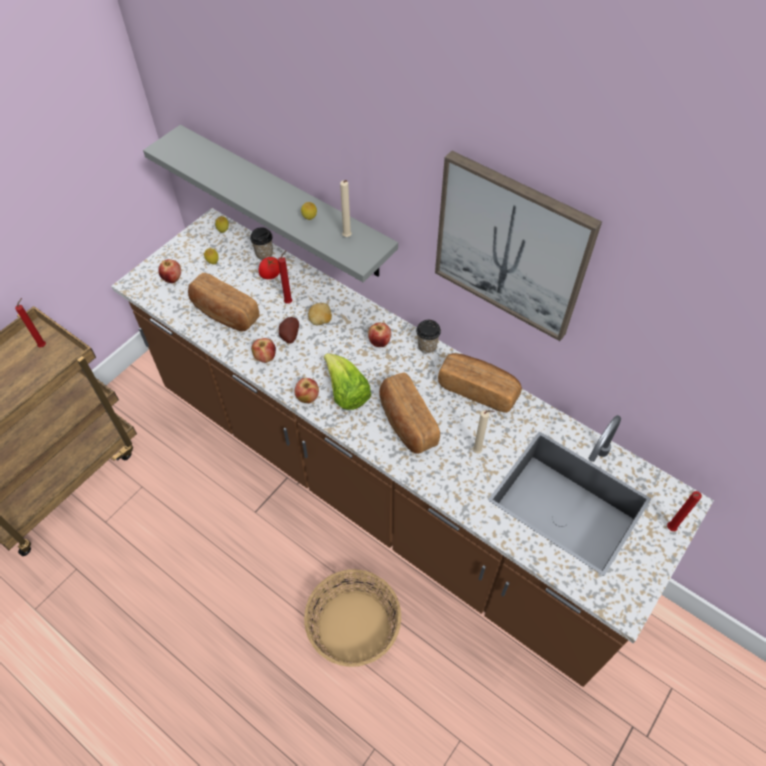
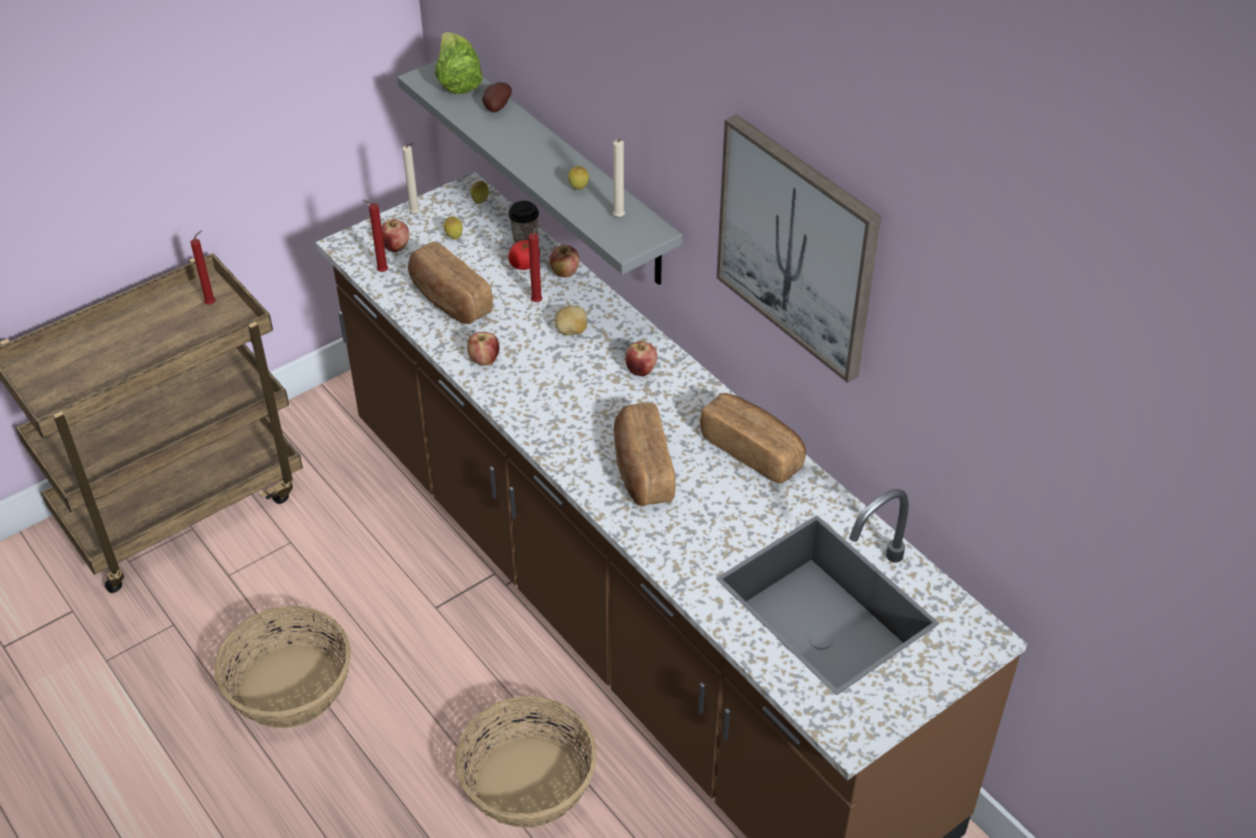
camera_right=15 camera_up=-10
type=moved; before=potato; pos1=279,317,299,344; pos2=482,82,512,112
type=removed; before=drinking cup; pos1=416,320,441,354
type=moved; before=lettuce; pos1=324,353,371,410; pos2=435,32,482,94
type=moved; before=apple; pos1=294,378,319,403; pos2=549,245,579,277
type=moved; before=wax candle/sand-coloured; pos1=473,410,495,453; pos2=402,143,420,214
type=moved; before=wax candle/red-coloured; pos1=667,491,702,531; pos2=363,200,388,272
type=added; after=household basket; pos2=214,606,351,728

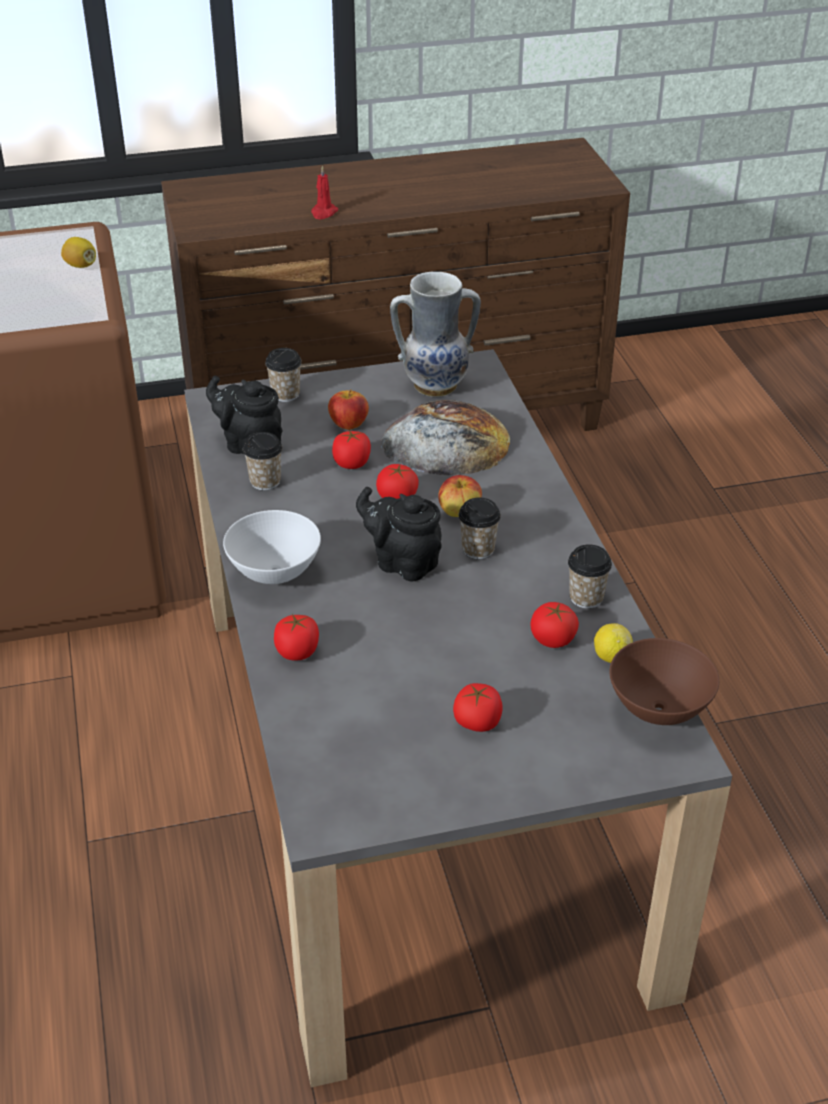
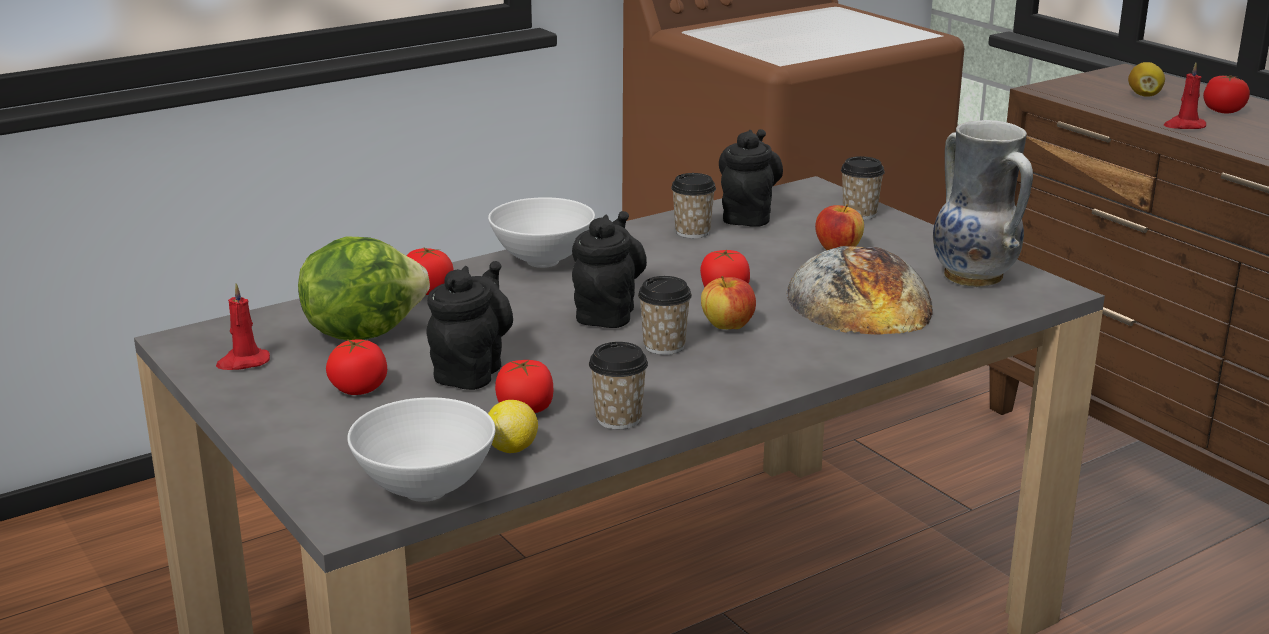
camera_right=70 camera_up=-15
type=moved; before=whole lemon; pos1=61,237,96,268; pos2=1128,62,1165,97
type=moved; before=tomato; pos1=332,430,371,469; pos2=1203,75,1250,114
type=recoloured; before=deep dish/brown-coloured; after=deep dish/white-coloured; pos1=610,638,719,725; pos2=347,397,495,502
type=added; after=lettuce; pos2=298,236,430,340
type=added; after=tea pot/blackish; pos2=426,261,513,390
type=added; after=wax candle/red-coloured; pos2=216,283,270,370

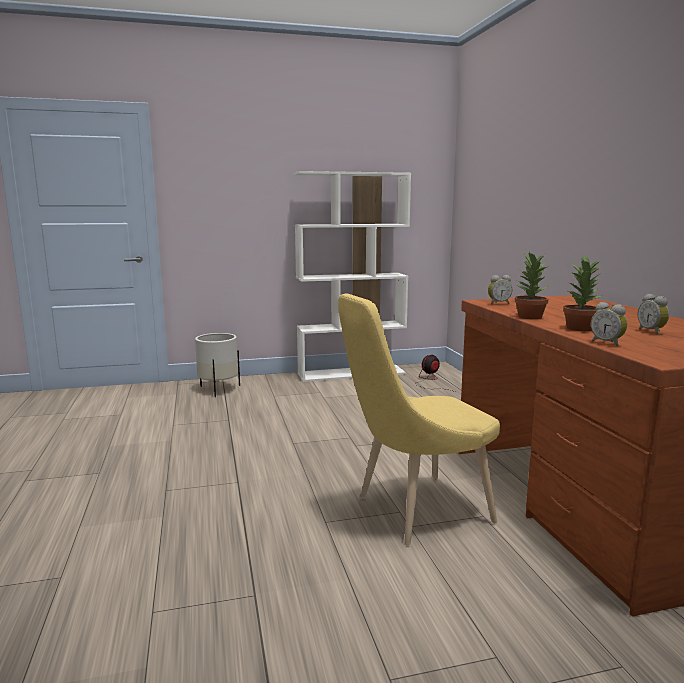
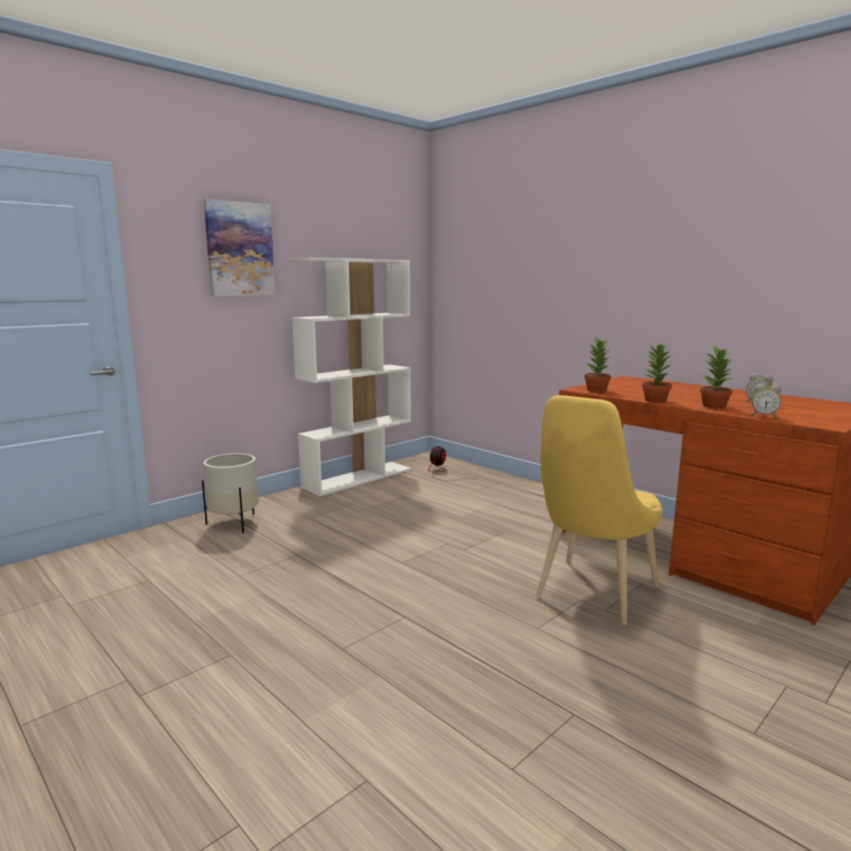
camera_right=-30 camera_up=0
type=replaced; before=bedside clock; after=plant in a pot; pos1=488,275,512,304; pos2=584,337,611,392
type=added; after=wall art; pos2=204,199,275,296

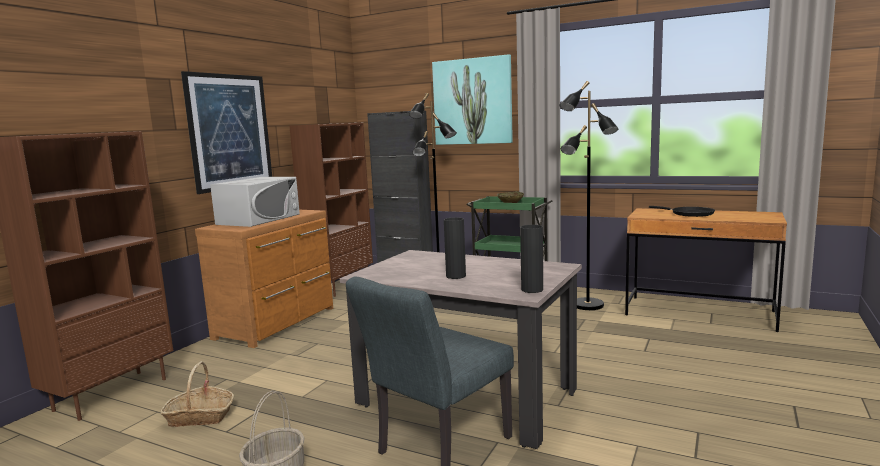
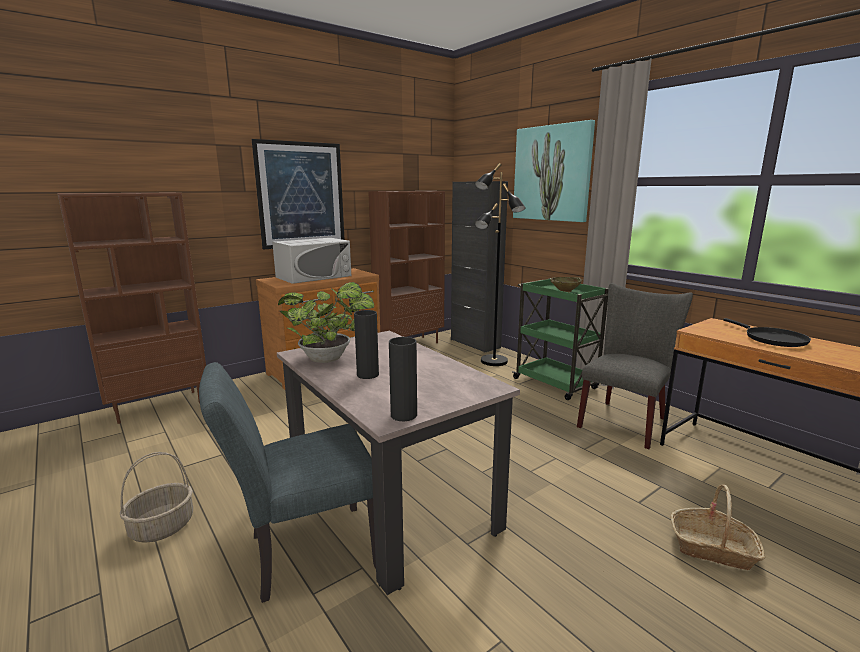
camera_right=25 camera_up=5
type=replaced; before=floor lamp/blackish; after=plain chair/gray; pos1=559,81,618,310; pos2=577,283,693,449
type=moved; before=household basket; pos1=160,361,234,427; pos2=671,484,766,570
type=added; after=plant in a pot; pos2=278,282,374,363

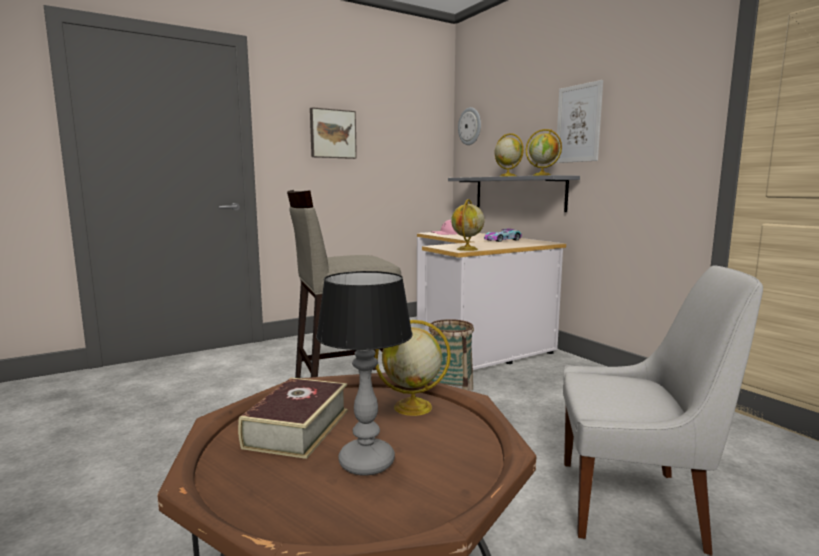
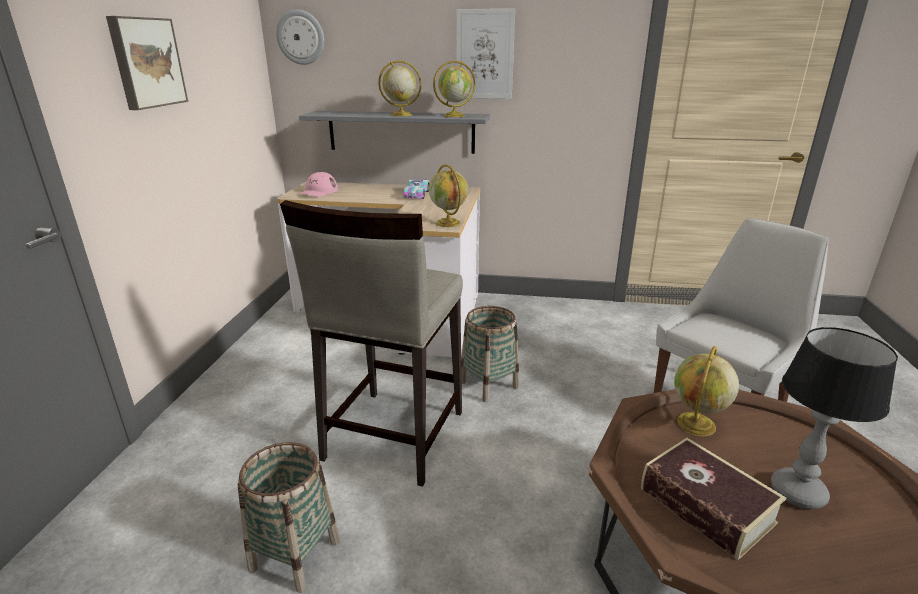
camera_right=-50 camera_up=15
type=added; after=household basket; pos2=237,442,340,593

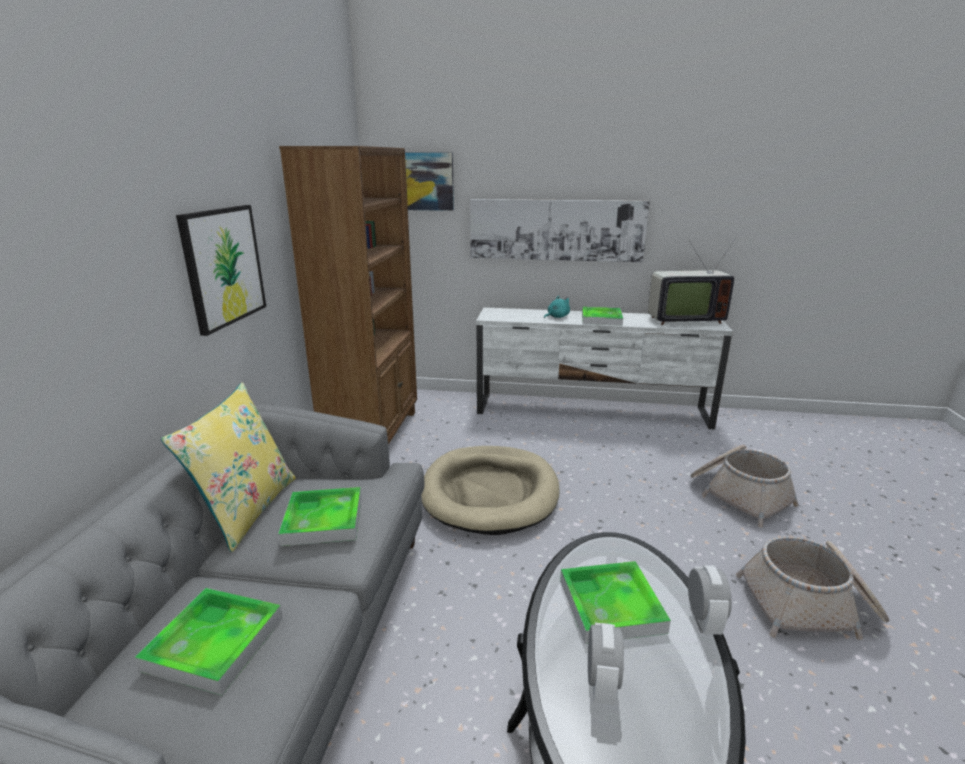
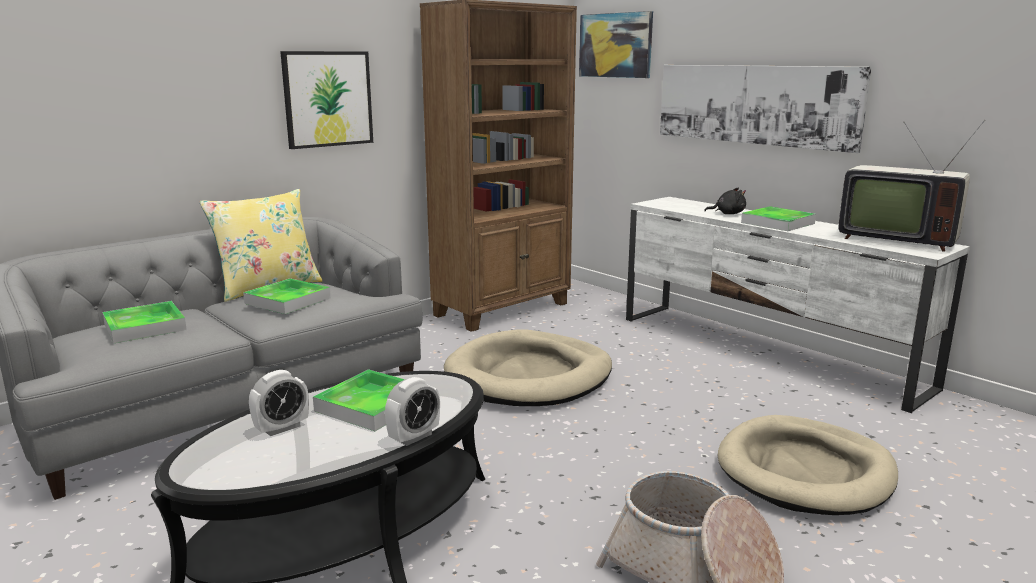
camera_right=40 camera_up=-5
type=recoloured; before=cuddly toy/blue-green; after=cuddly toy/blackish; pos1=544,296,570,318; pos2=704,187,746,214
type=replaced; before=household basket; after=pet bed/sand-coloured; pos1=690,445,799,528; pos2=718,415,898,515

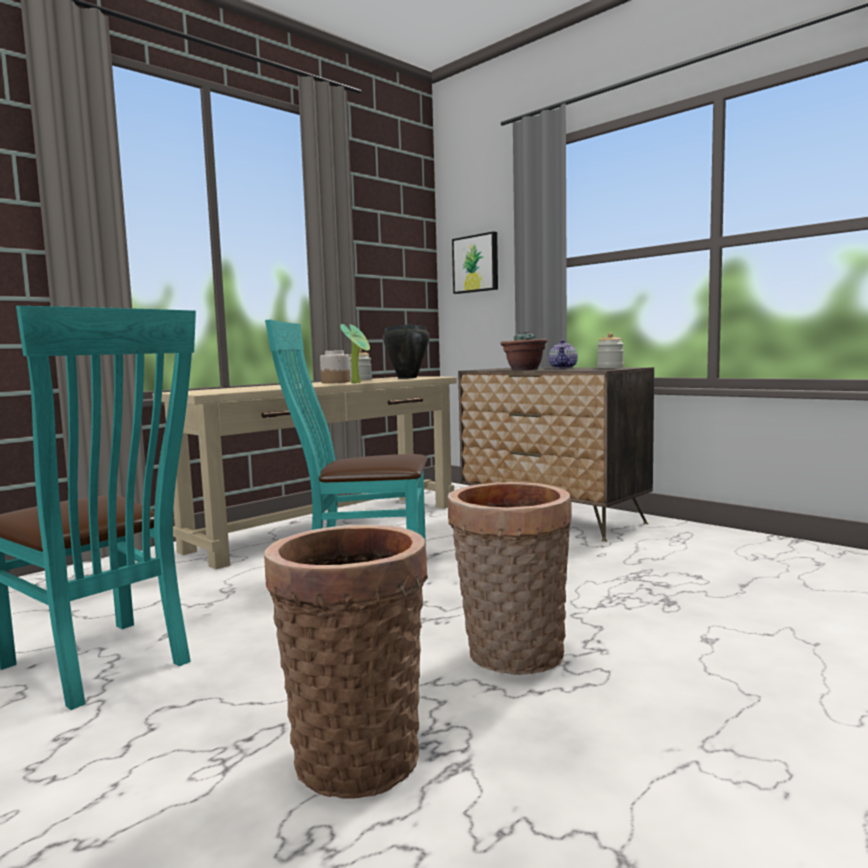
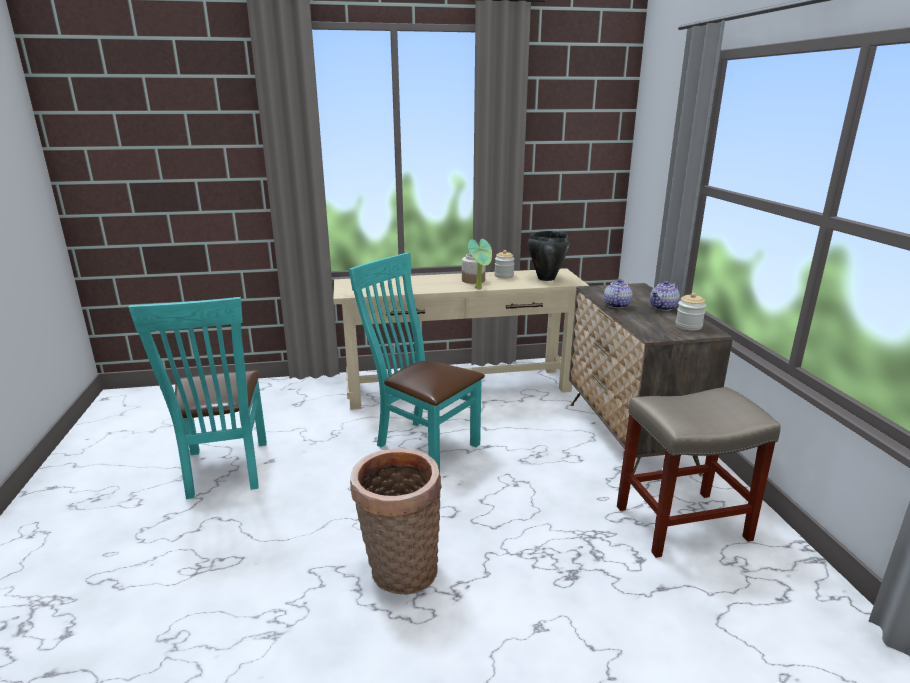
camera_right=35 camera_up=15
type=removed; before=wall art; pos1=452,231,498,294
type=replaced; before=plant in a pot; after=tea pot; pos1=500,331,548,370; pos2=604,279,632,308
type=removed; before=household basket; pos1=264,525,428,799
type=added; after=stool/sand-coloured; pos2=617,387,780,558

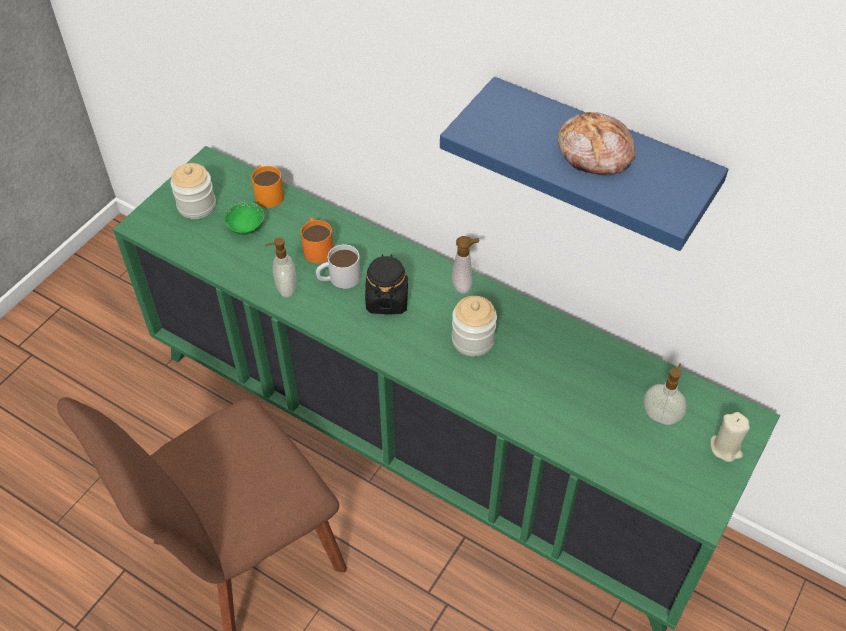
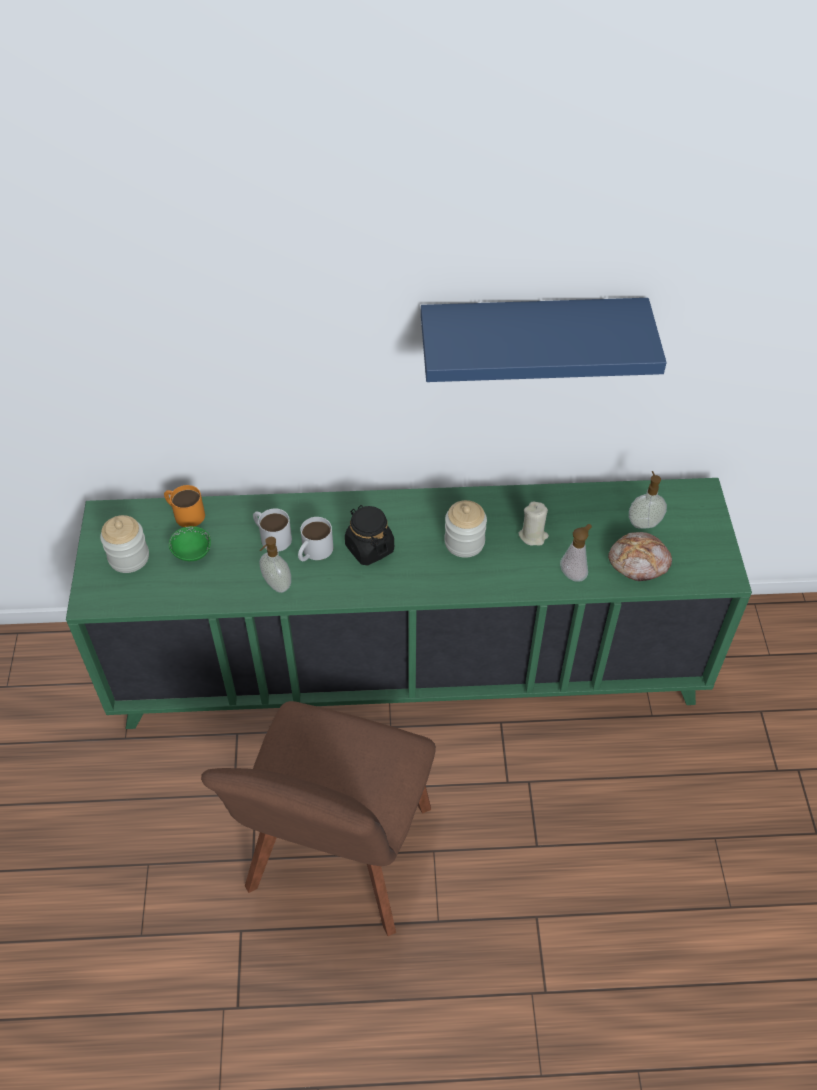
camera_right=-35 camera_up=0
type=moved; before=bread; pos1=558,112,635,175; pos2=608,532,672,581
type=recoloured; before=coffee mug/orange-coloured; after=coffee mug/white-coloured; pos1=301,218,333,263; pos2=253,508,292,552
type=moved; before=liquid soap bottle; pos1=452,236,480,294; pos2=560,524,592,582
type=moved; before=wax candle/sand-coloured; pos1=711,412,750,462; pos2=518,502,549,545

